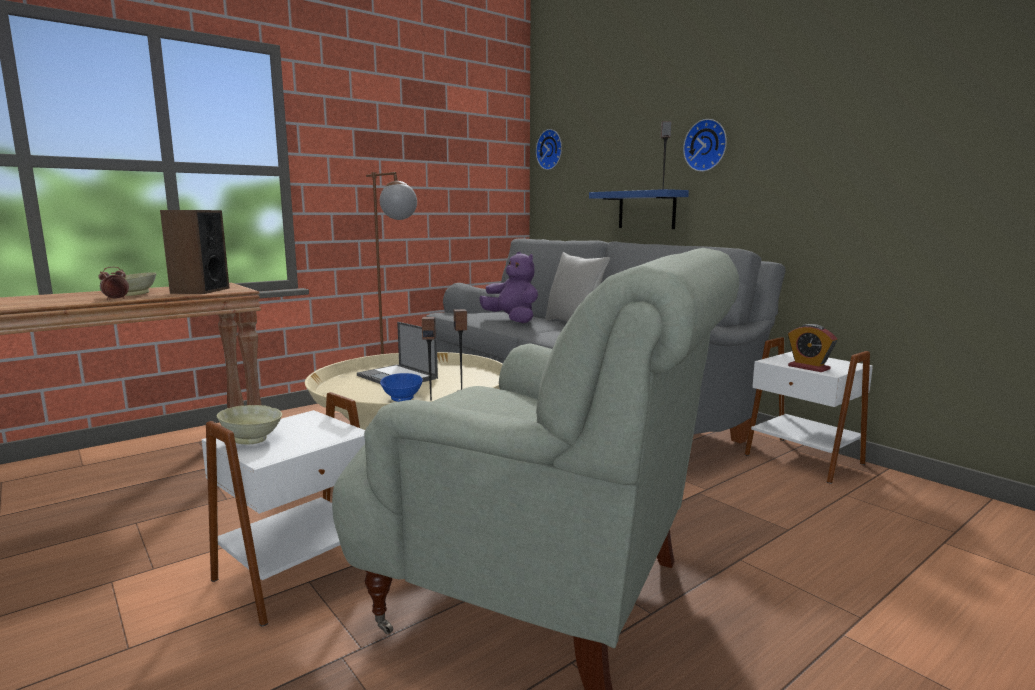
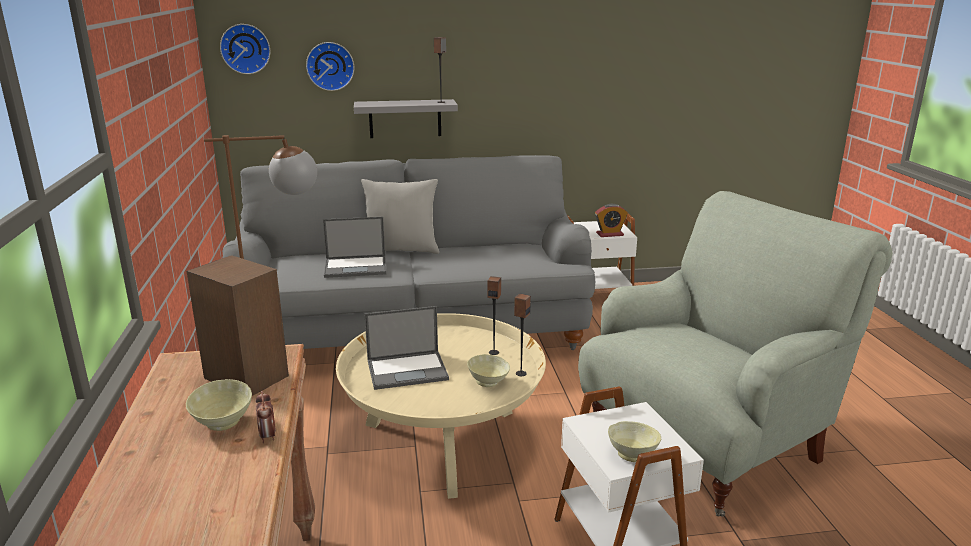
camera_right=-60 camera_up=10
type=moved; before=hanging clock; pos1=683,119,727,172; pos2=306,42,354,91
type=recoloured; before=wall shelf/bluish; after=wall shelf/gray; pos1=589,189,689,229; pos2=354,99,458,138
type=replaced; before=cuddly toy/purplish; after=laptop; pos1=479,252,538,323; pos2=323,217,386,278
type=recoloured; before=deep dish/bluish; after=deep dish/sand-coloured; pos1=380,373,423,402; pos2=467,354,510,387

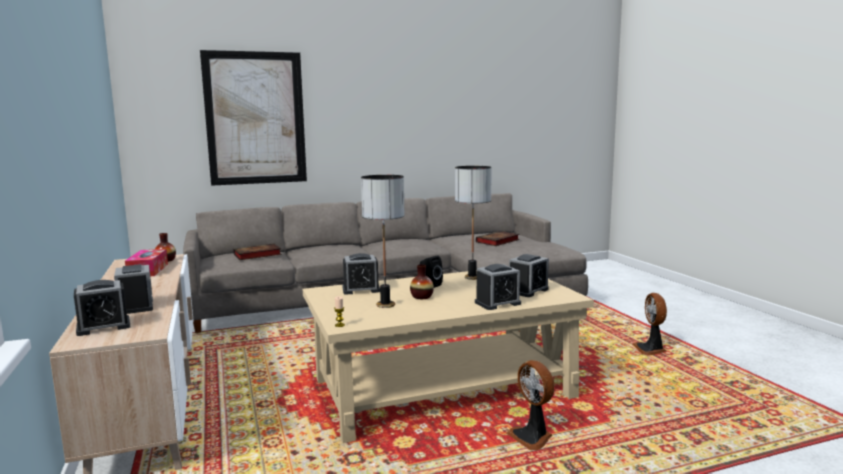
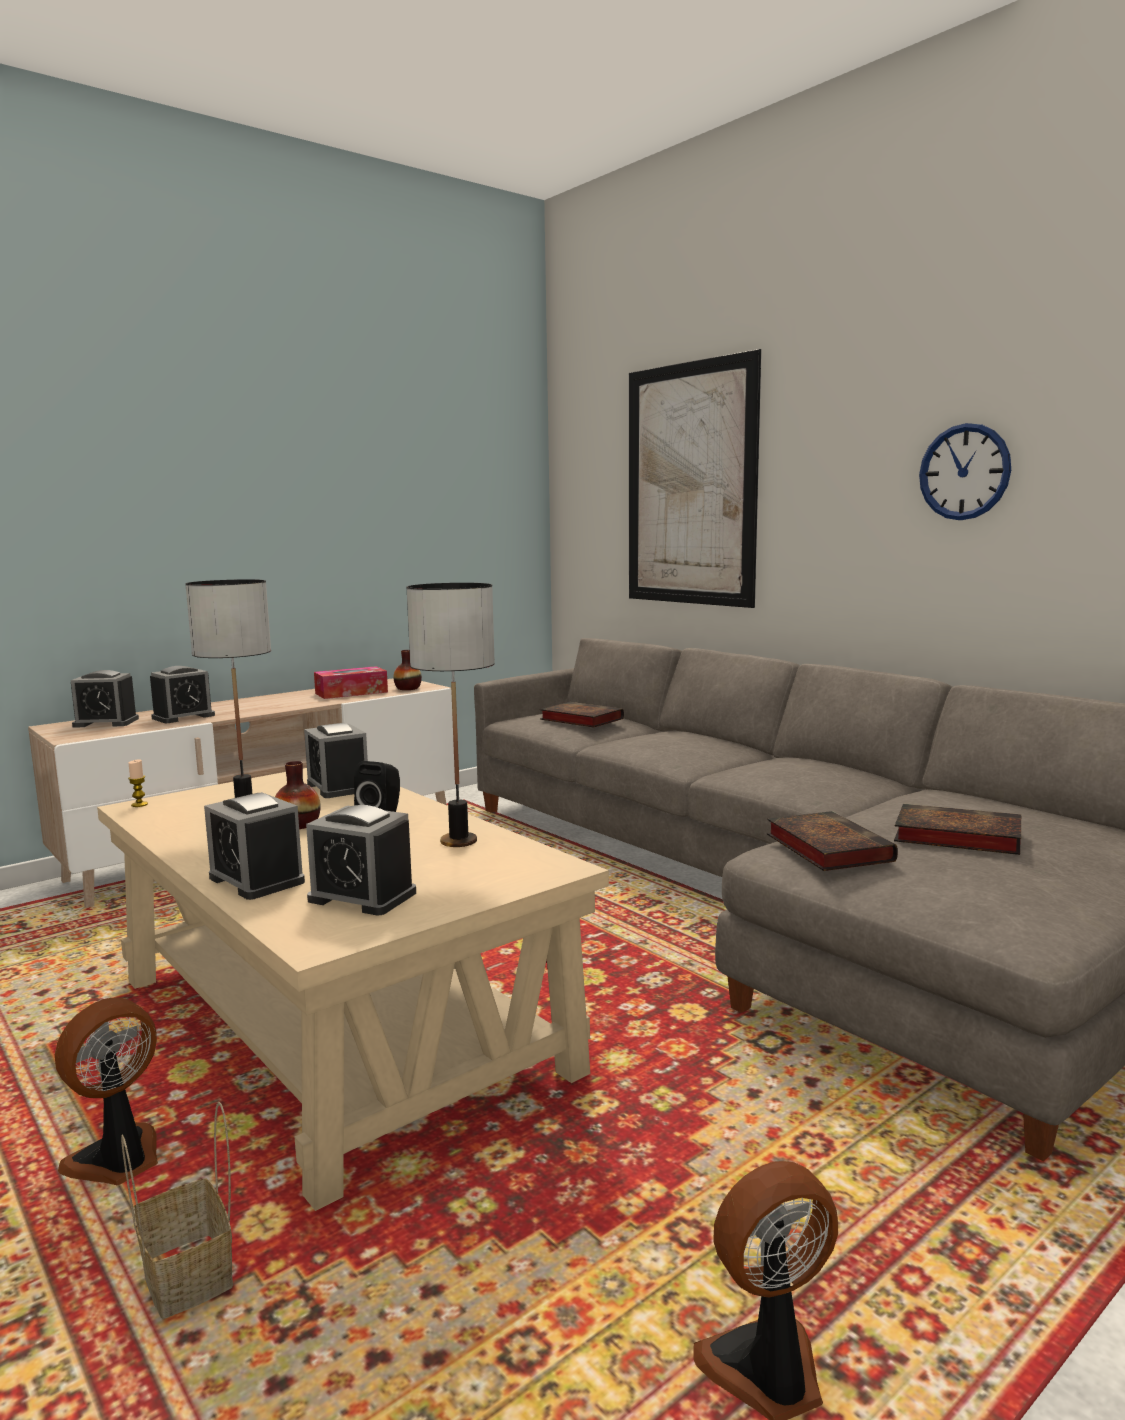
camera_right=70 camera_up=0
type=turned; before=bedside clock; pos1=74,280,130,336; pos2=71,670,139,728; turn=-45
type=added; after=hanging clock; pos2=919,423,1011,520
type=added; after=bound book; pos2=767,811,898,871
type=added; after=household basket; pos2=121,1101,233,1319

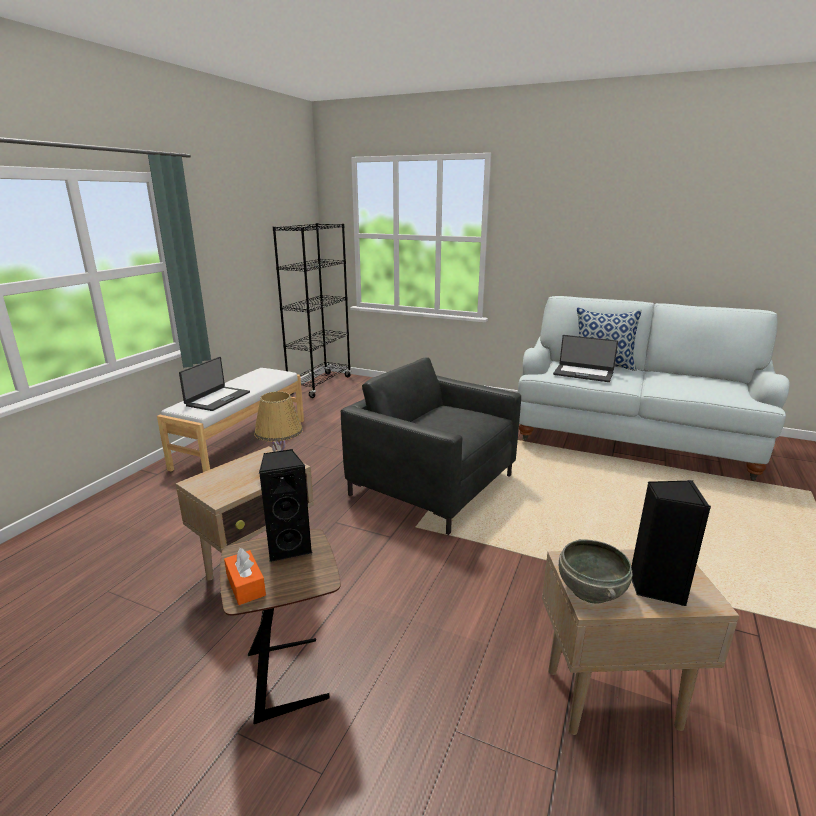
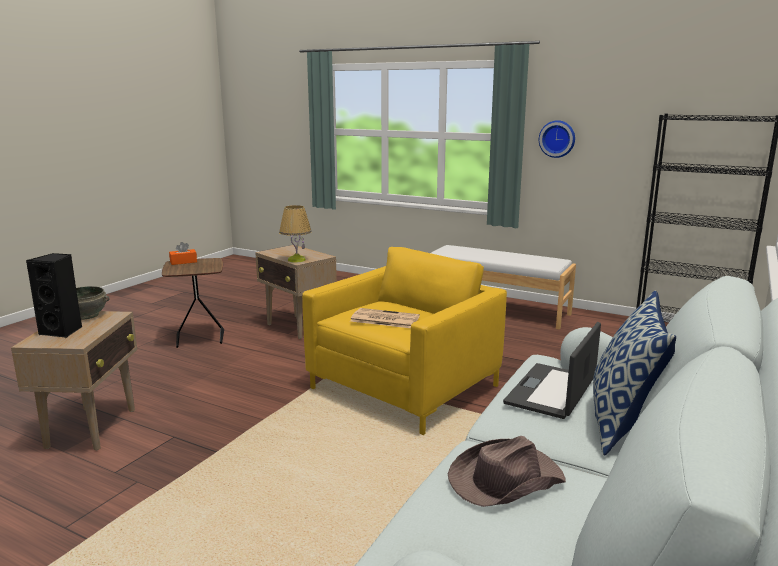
camera_right=95 camera_up=-5
type=removed; before=laptop; pos1=179,357,250,411
type=recoloured; before=easy chair/gray; after=easy chair/yellow-coloured; pos1=341,358,521,536; pos2=302,247,507,435
type=removed; before=audio speaker/blackish; pos1=259,449,312,562
type=added; after=hanging clock; pos2=539,120,575,158
type=added; after=daily paper; pos2=350,308,420,328
type=added; after=hat/brown-coloured; pos2=448,436,566,507

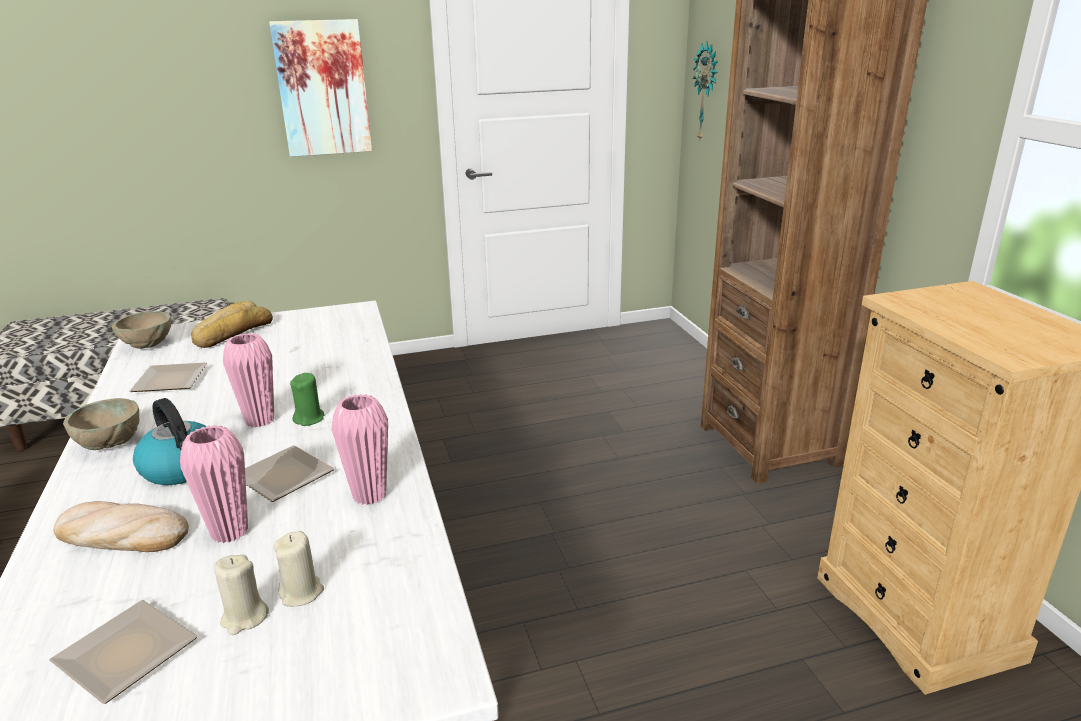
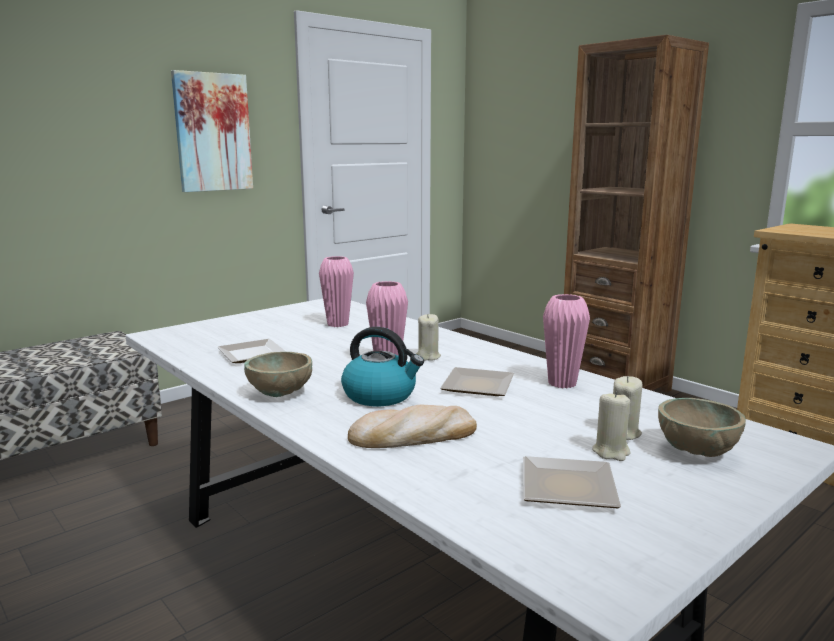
camera_right=-25 camera_up=-10
type=removed; before=hanging clock; pos1=693,42,718,140
type=removed; before=bread; pos1=191,301,273,348
type=moved; before=deep dish/sand-coloured; pos1=112,311,171,349; pos2=658,398,746,457
type=recoloured; before=wax candle/green-coloured; after=wax candle/sand-coloured; pos1=290,373,325,426; pos2=416,314,441,361
type=moved; before=flower vase/pink; pos1=180,425,248,543; pos2=319,256,354,327

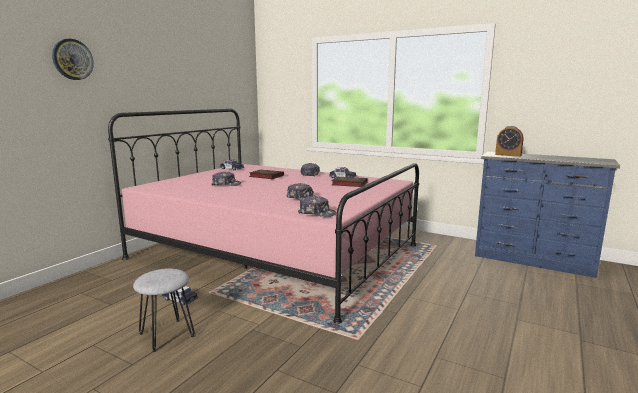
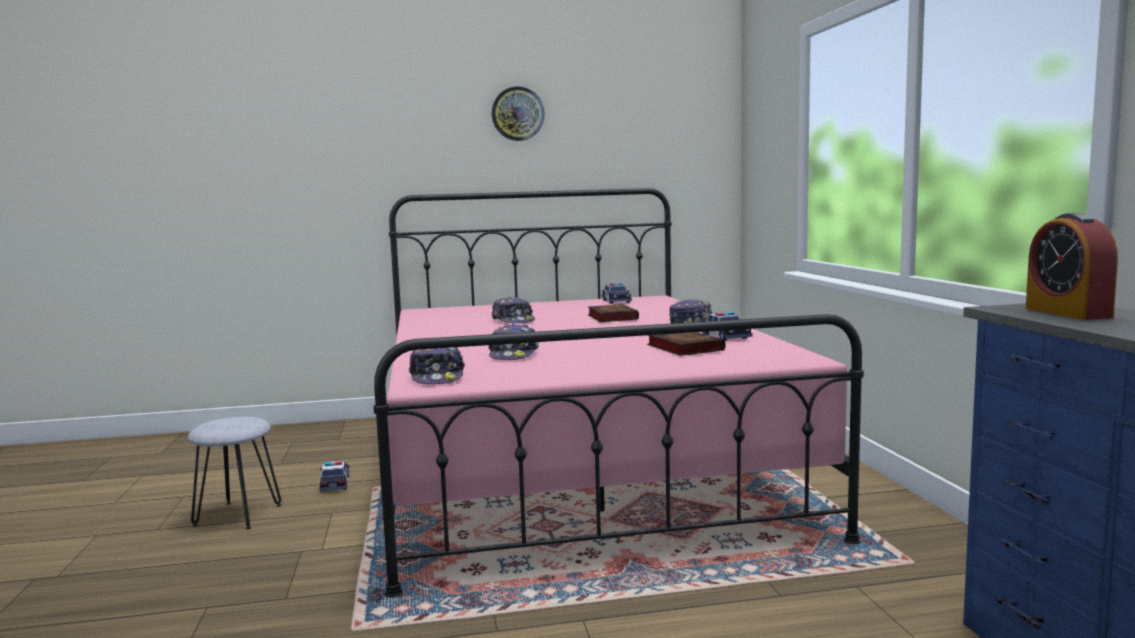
camera_right=50 camera_up=-5
type=moved; before=hanging clock; pos1=52,39,94,80; pos2=492,86,545,141

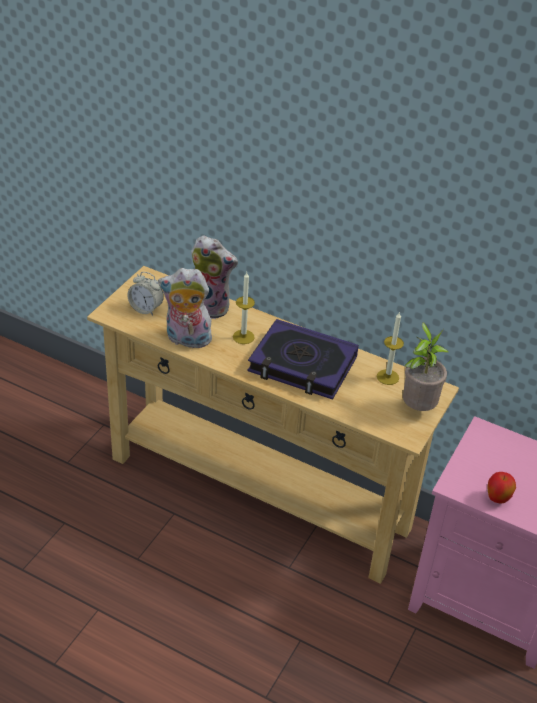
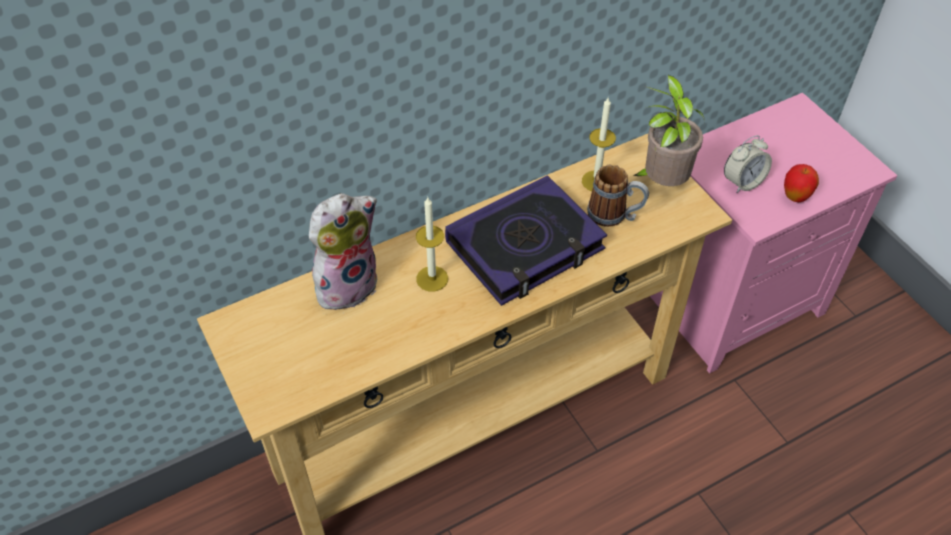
camera_right=-55 camera_up=10
type=removed; before=cuddly toy; pos1=158,268,212,348
type=moved; before=bedside clock; pos1=127,272,164,316; pos2=724,135,772,193
type=added; after=coffee mug; pos2=587,165,649,227

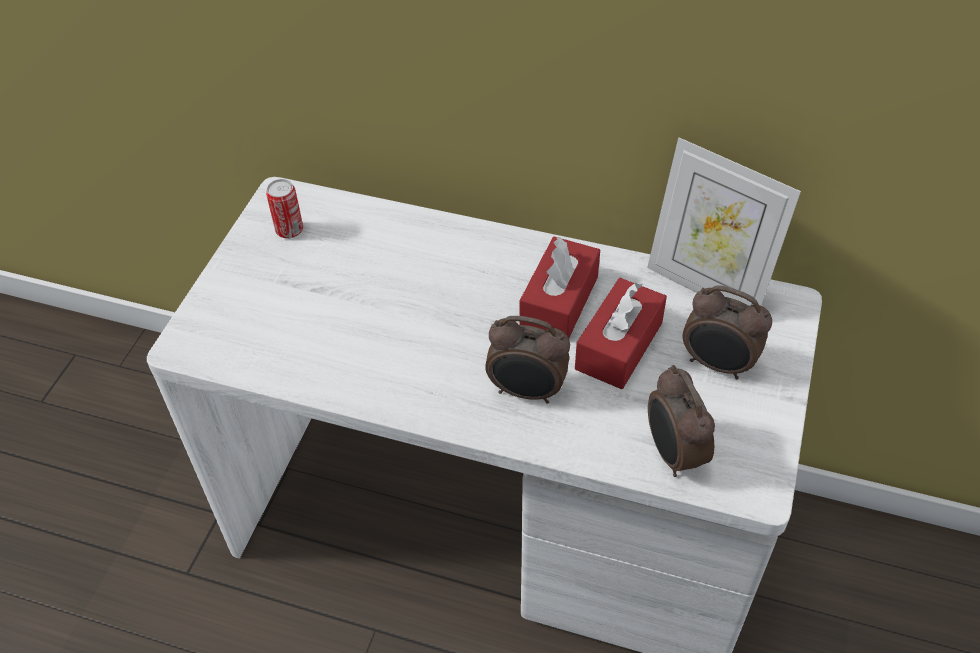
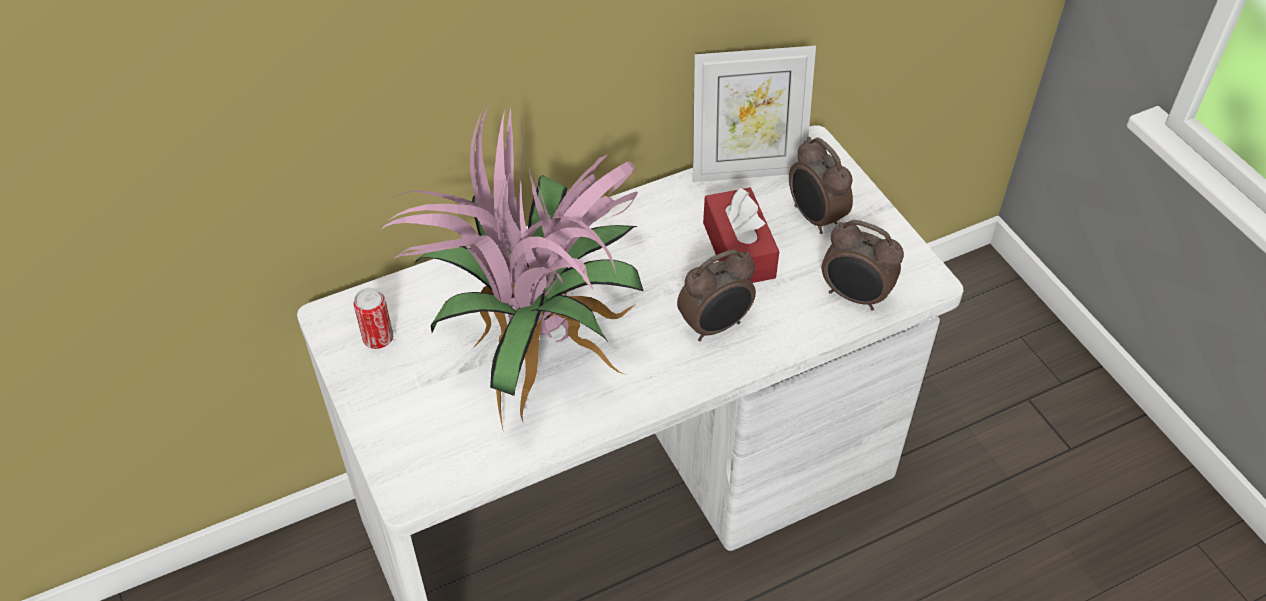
camera_right=-45 camera_up=0
type=removed; before=box of tissues/red-coloured; pos1=519,237,600,338
type=turned; before=bedside clock; pos1=683,285,772,379; pos2=789,137,853,234; turn=75
type=added; after=plant in a pot; pos2=381,105,643,434

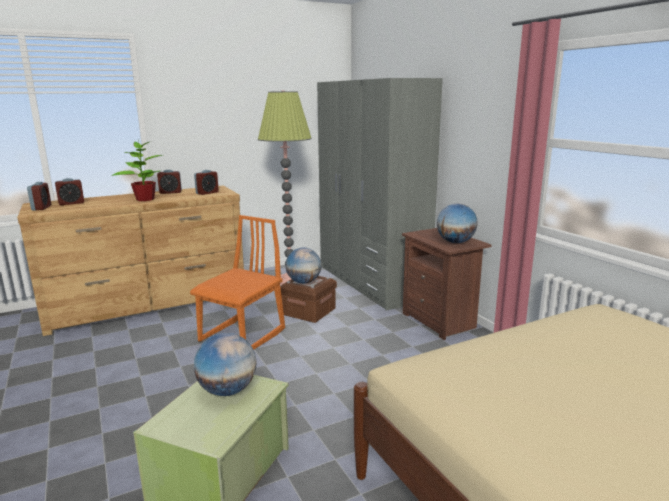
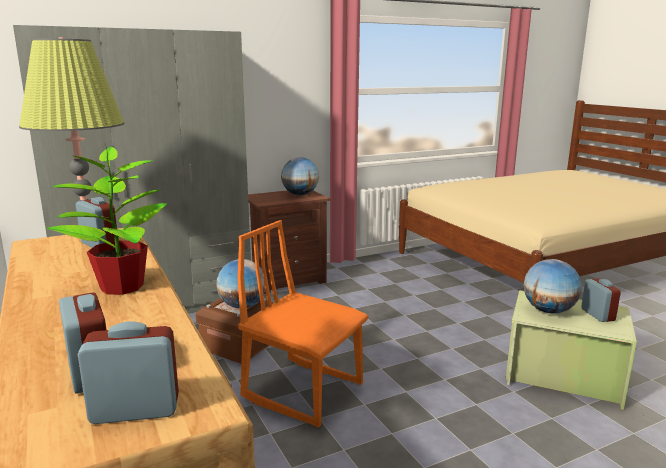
camera_right=-90 camera_up=0
type=moved; before=bedside clock; pos1=157,170,182,194; pos2=581,278,621,322

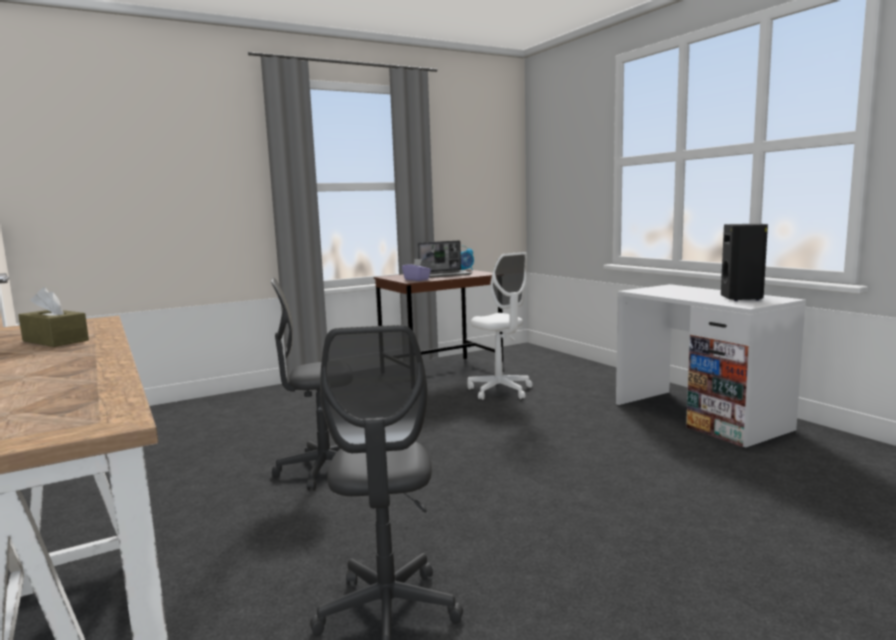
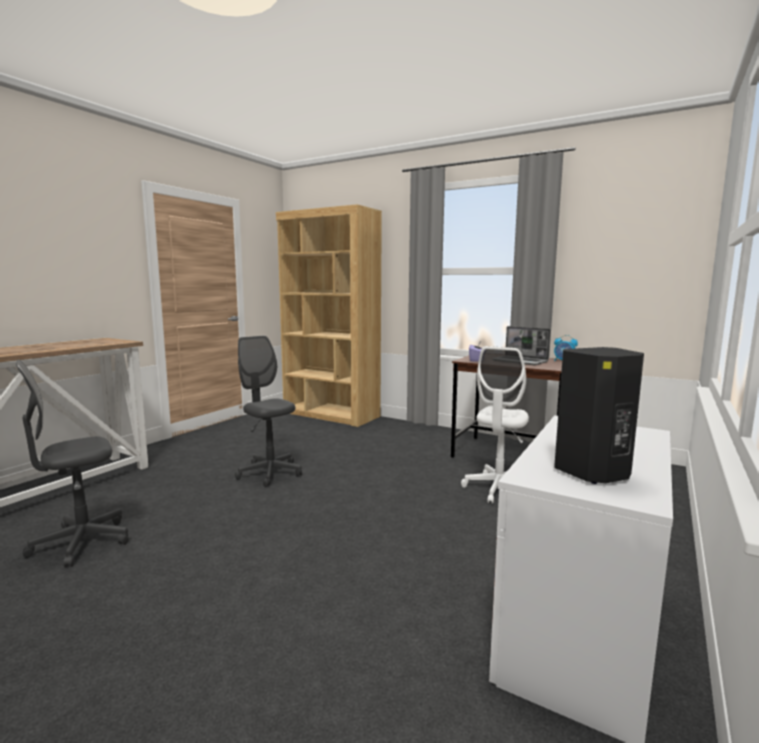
camera_right=60 camera_up=0
type=removed; before=box of tissues/brown-coloured; pos1=18,287,89,347
type=added; after=bookcase/brown-coloured; pos2=276,204,382,427

